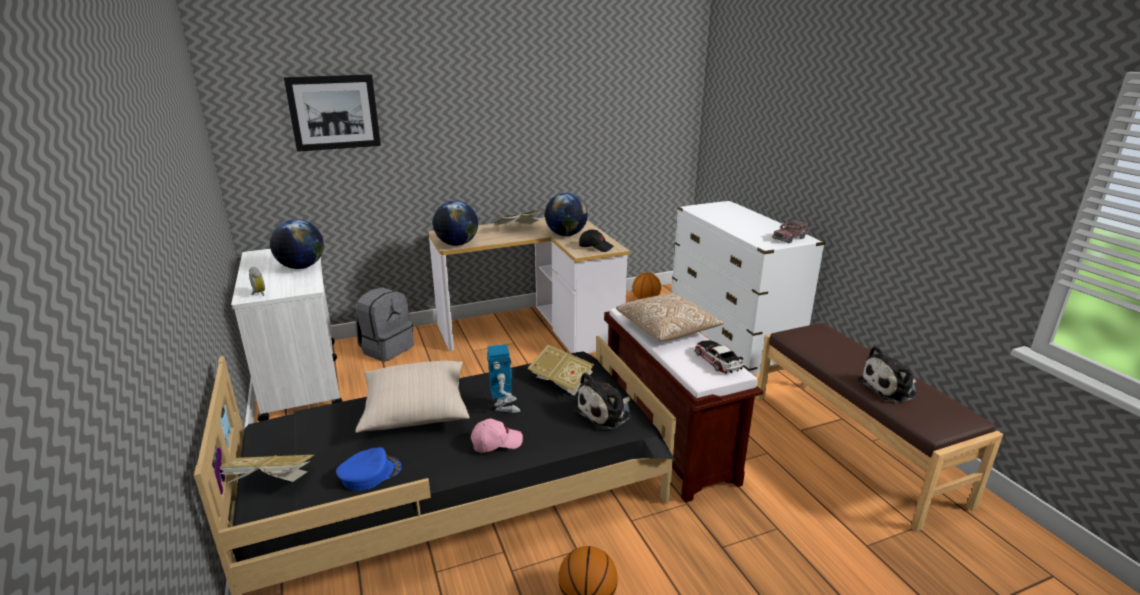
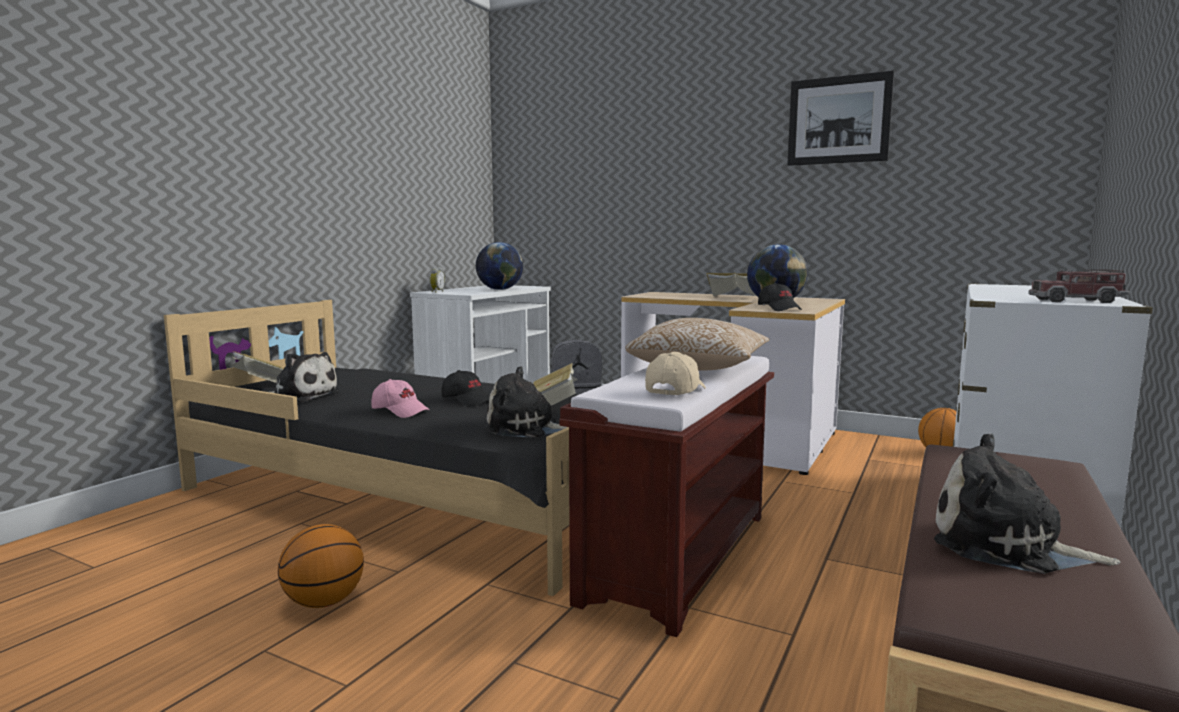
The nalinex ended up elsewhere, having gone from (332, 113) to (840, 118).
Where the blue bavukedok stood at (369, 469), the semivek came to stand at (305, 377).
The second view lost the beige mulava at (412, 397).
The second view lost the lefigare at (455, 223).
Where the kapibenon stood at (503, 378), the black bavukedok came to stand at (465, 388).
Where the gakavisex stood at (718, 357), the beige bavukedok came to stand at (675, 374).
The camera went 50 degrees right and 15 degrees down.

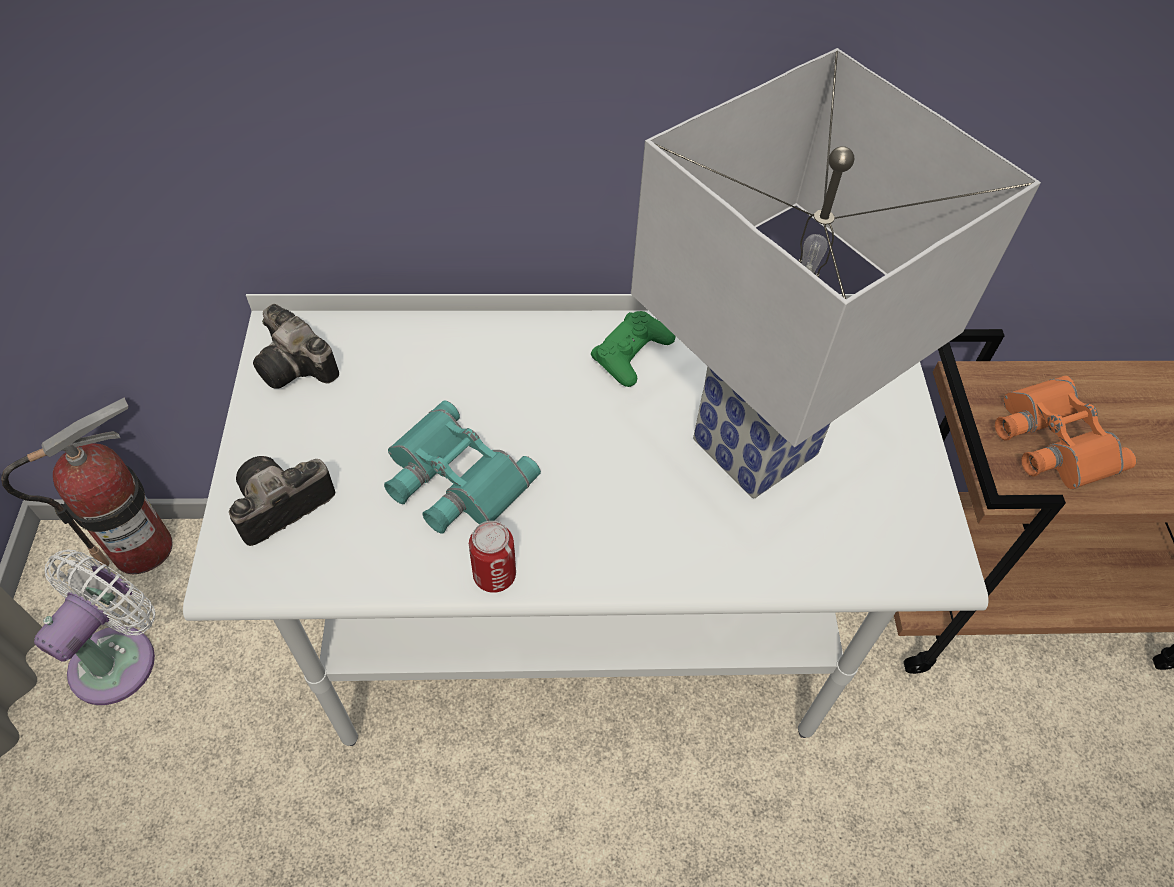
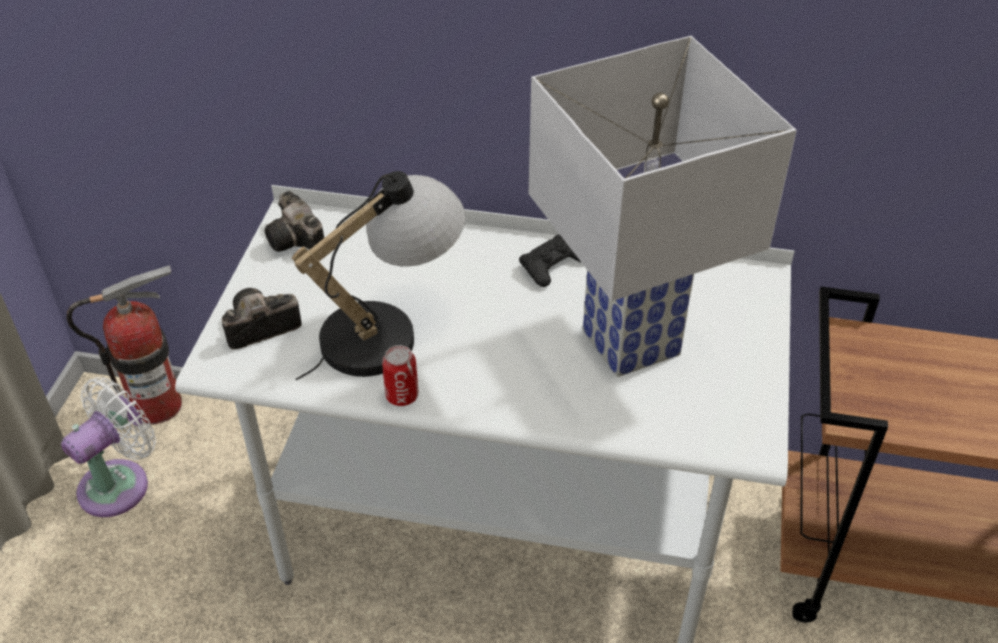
Where the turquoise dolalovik stood at (462, 467), the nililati came to stand at (378, 275).
What was the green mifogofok at (633, 349) turned into the black mifogofok at (550, 261).
The second view lost the orange dolalovik at (1065, 432).
The camera went 15 degrees right and 10 degrees down.

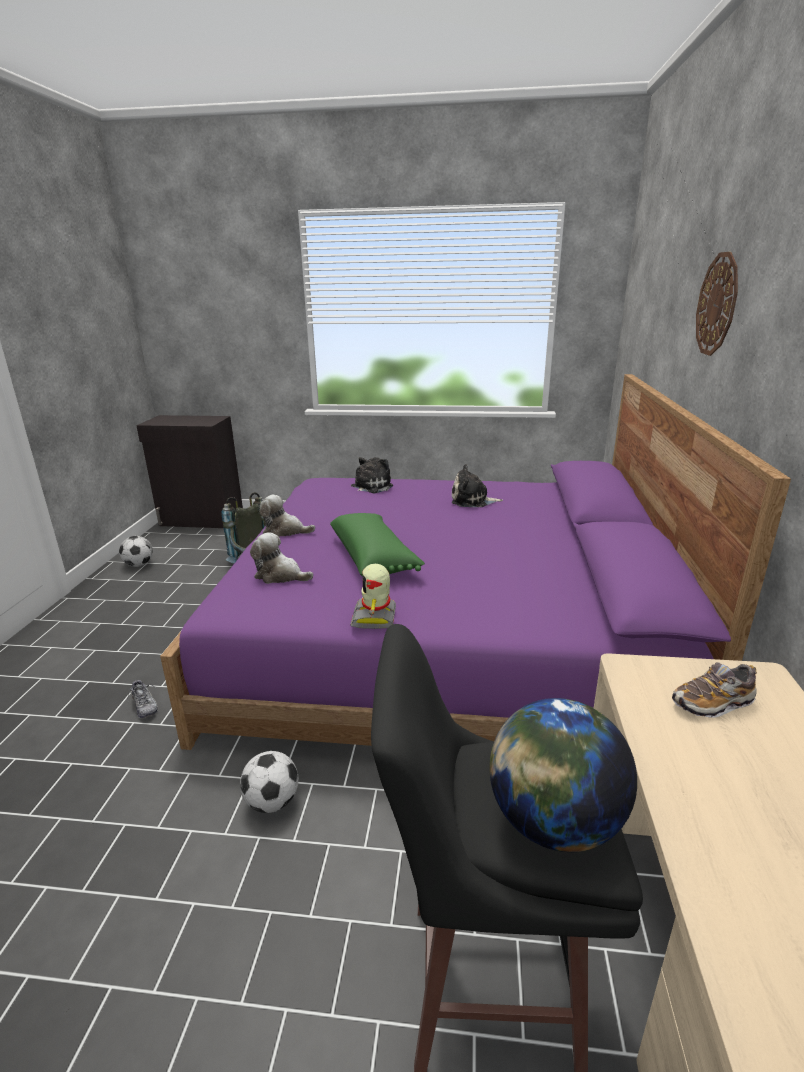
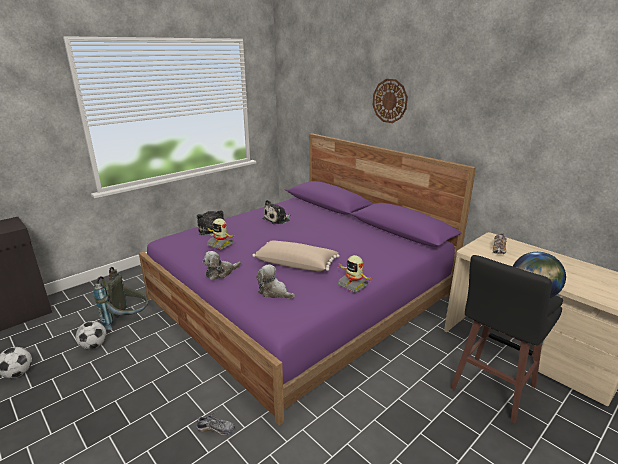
The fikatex ended up elsewhere, having gone from (269, 782) to (91, 335).
The semivek at (281, 558) ended up facing another way, 60 degrees clockwise from before.
What was the green mulava at (377, 544) turned into the beige mulava at (296, 256).
The second view gained the kapibenon at (221, 233).
The camera went 50 degrees left and 0 degrees up.

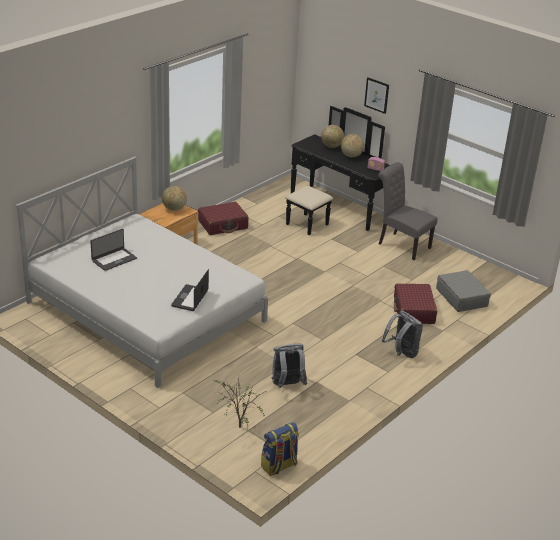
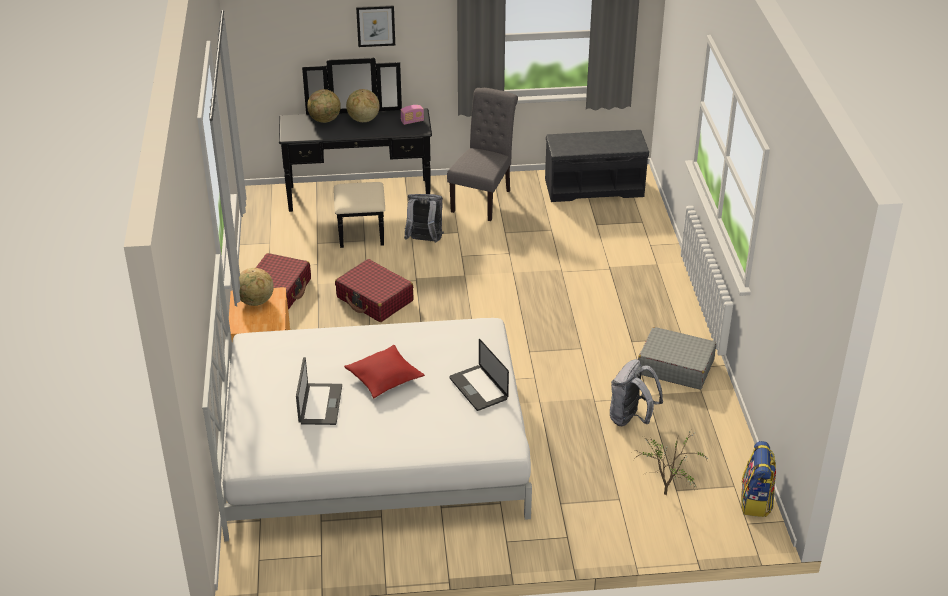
The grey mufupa at (408, 211) ended up facing another way, 120 degrees clockwise from before.
The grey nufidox ended up elsewhere, having gone from (402, 334) to (424, 218).
The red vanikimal ended up elsewhere, having gone from (415, 304) to (374, 290).
The grey vanikimal ended up elsewhere, having gone from (463, 291) to (677, 358).
The second view gained the red mulava at (384, 371).
The second view gained the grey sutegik at (597, 166).
The camera went 45 degrees left and 5 degrees up.

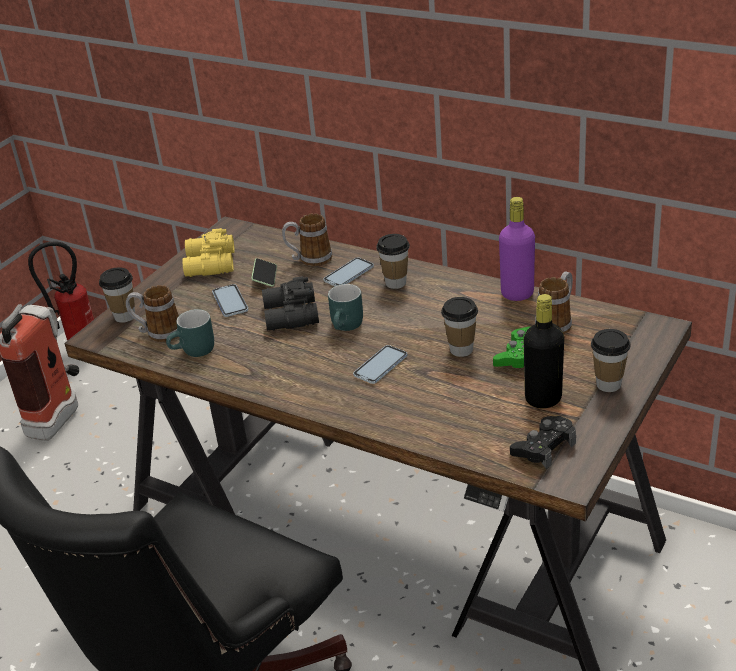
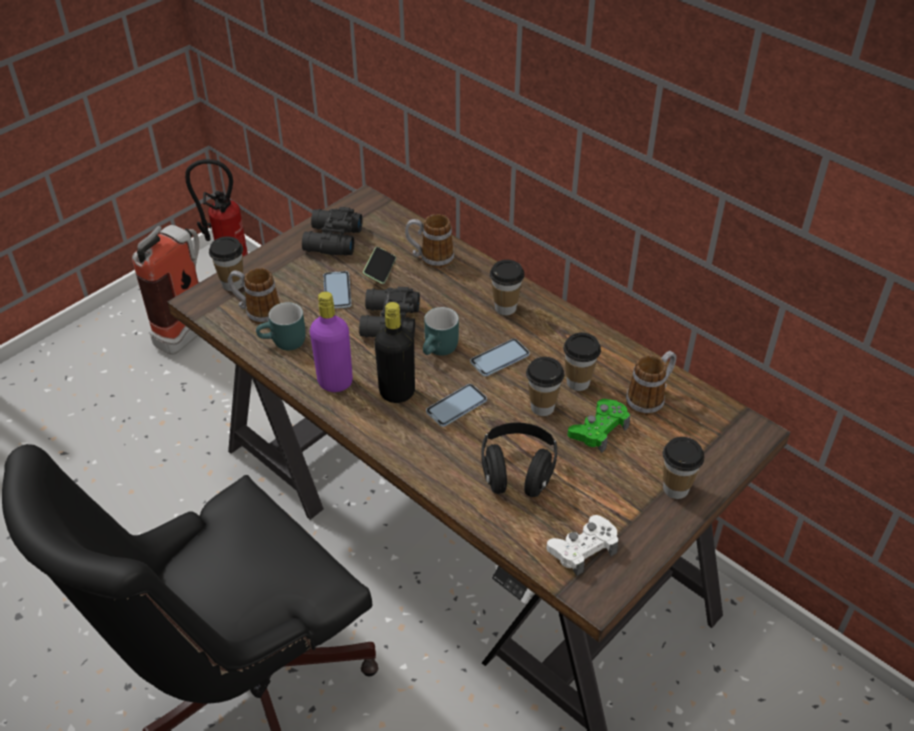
What was the yellow dolalovik at (209, 252) turned into the black dolalovik at (332, 231).
The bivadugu ended up elsewhere, having gone from (348, 271) to (500, 358).
The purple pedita ended up elsewhere, having gone from (517, 249) to (331, 342).
What was the black mifogofok at (543, 442) turned into the white mifogofok at (582, 545).
The black pedita ended up elsewhere, having gone from (544, 351) to (394, 352).
The second view gained the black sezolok at (519, 459).
The second view gained the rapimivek at (582, 362).
The camera went 10 degrees right and 10 degrees up.

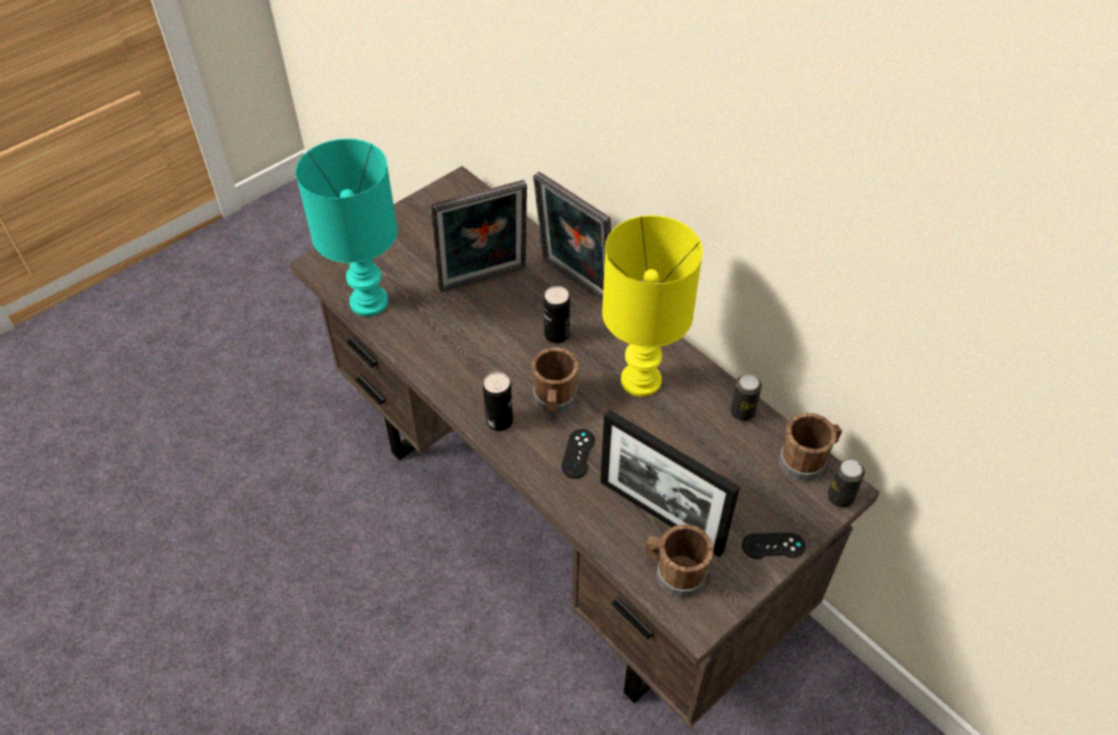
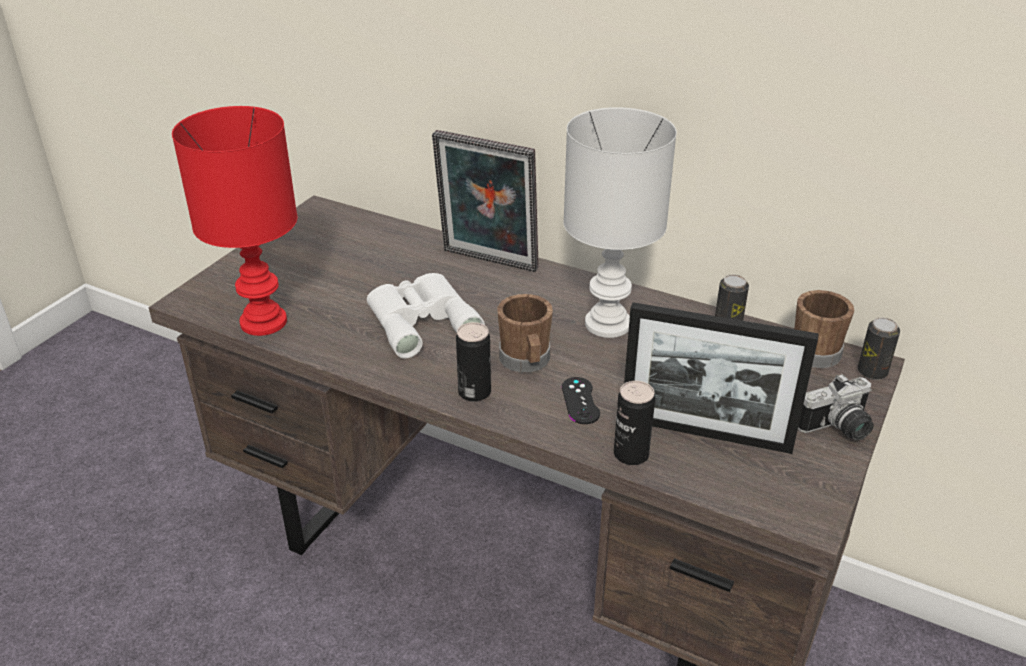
What was the turquoise nililati at (347, 227) turned into the red nililati at (235, 221).
The second view lost the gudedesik at (479, 236).
The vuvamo ended up elsewhere, having gone from (557, 314) to (634, 423).
What was the yellow nililati at (652, 306) turned into the white nililati at (620, 222).
The second view lost the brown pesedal at (680, 561).
Where the black mifogofok stood at (774, 545), the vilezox came to stand at (836, 407).
The second view gained the white dolalovik at (426, 315).
The camera went 20 degrees left and 15 degrees down.

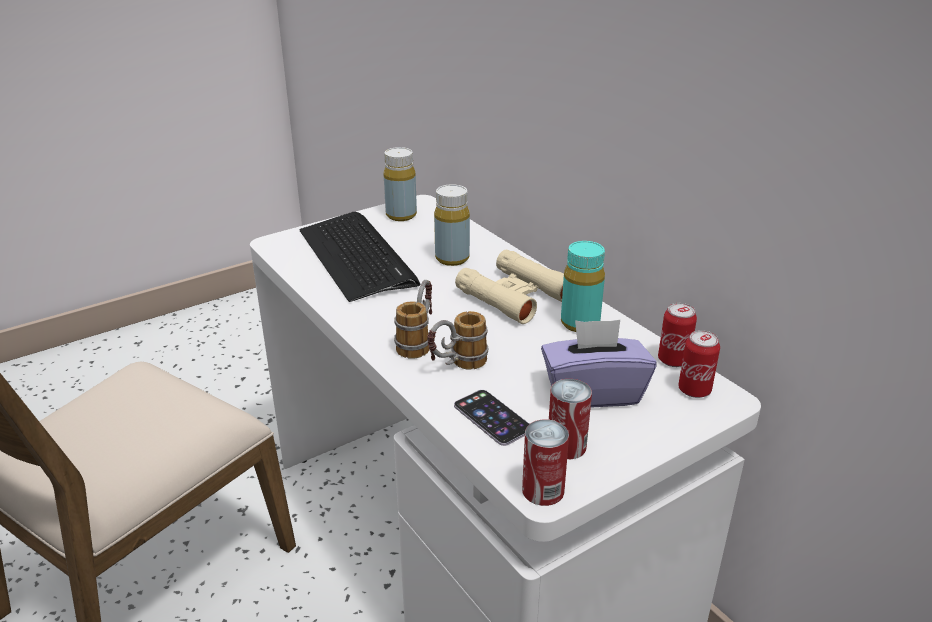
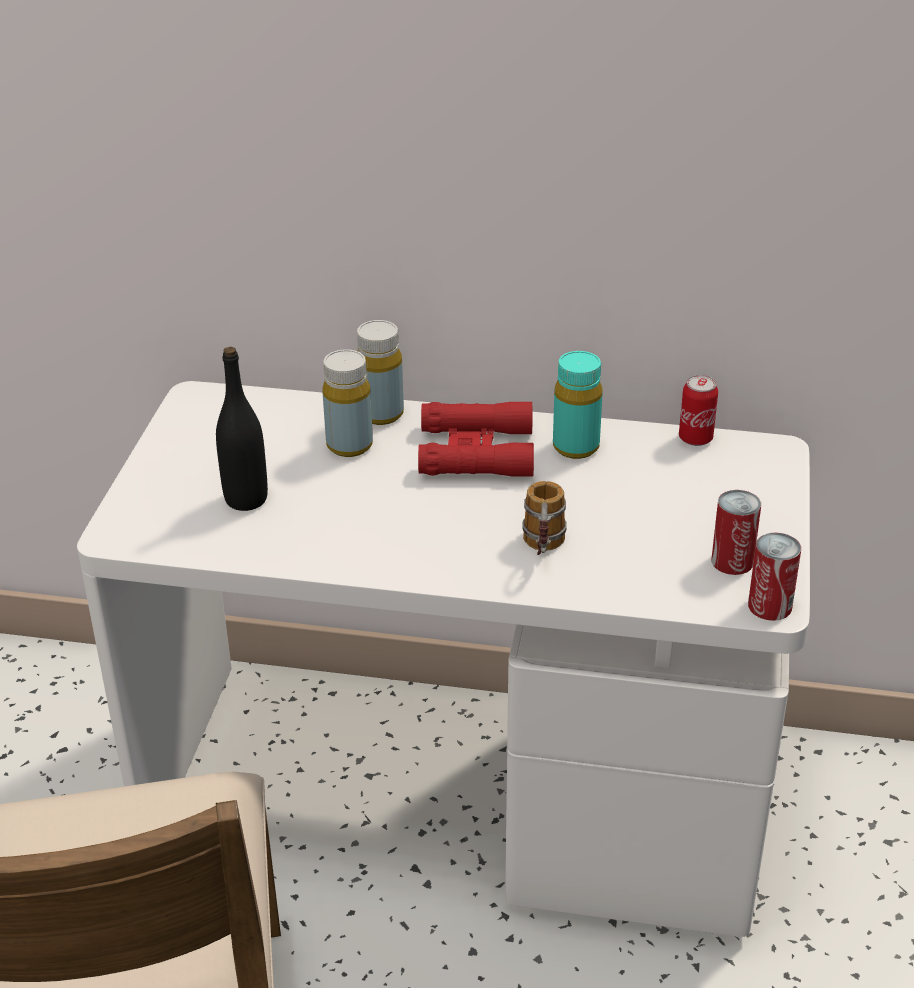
Where the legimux stood at (359, 257), the black pedita came to stand at (242, 429).
The yellow pedita ended up elsewhere, having gone from (400, 184) to (380, 372).
The second view lost the pesedal at (413, 319).
The second view lost the bivadugu at (491, 418).
What was the beige dolalovik at (509, 286) turned into the red dolalovik at (476, 439).
The second view lost the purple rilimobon at (598, 364).
The second view lost the vuvamo at (699, 364).
The camera went 45 degrees left and 5 degrees up.

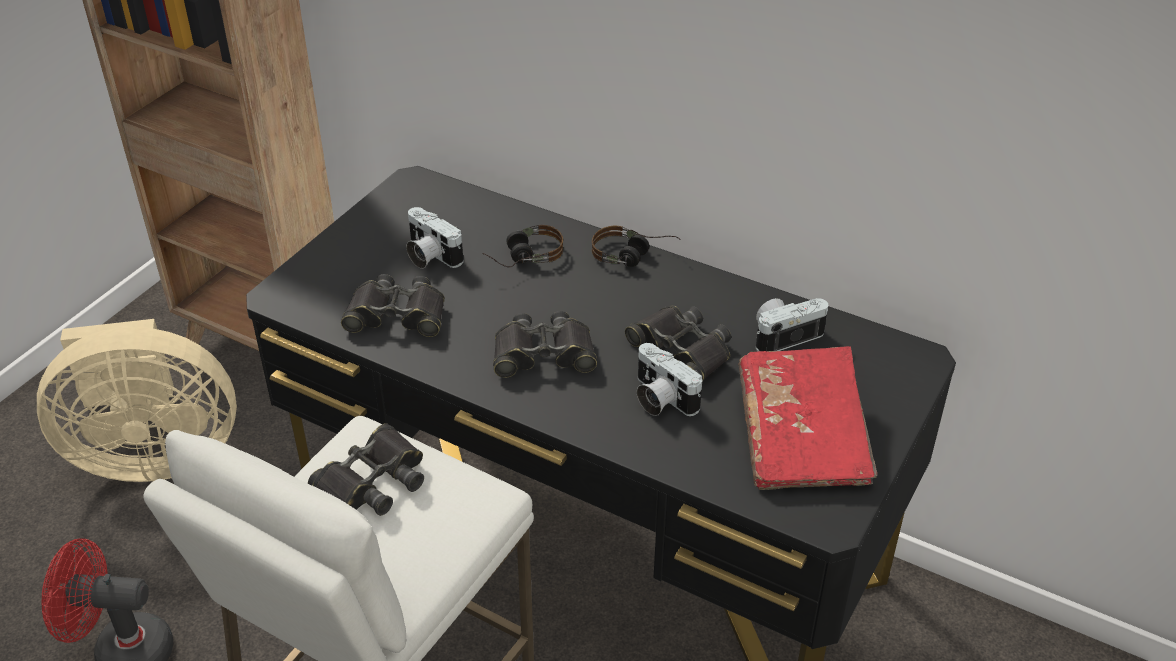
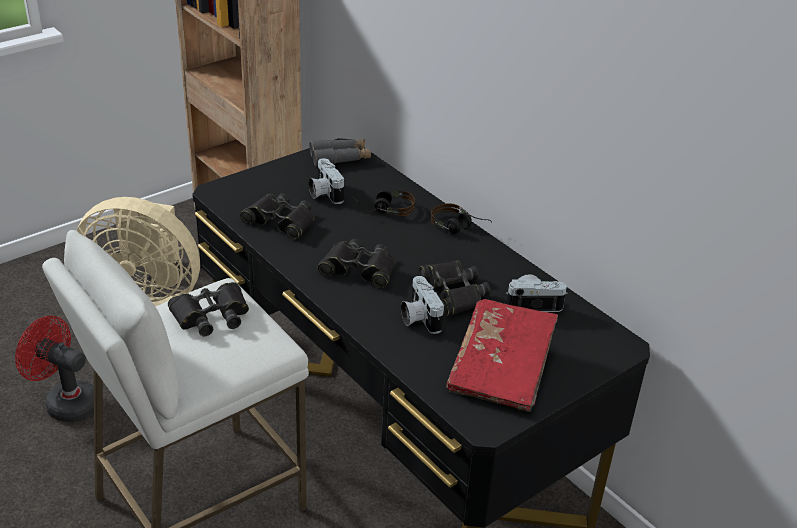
The second view gained the grey dolalovik at (340, 152).
The camera went 20 degrees right and 5 degrees down.

